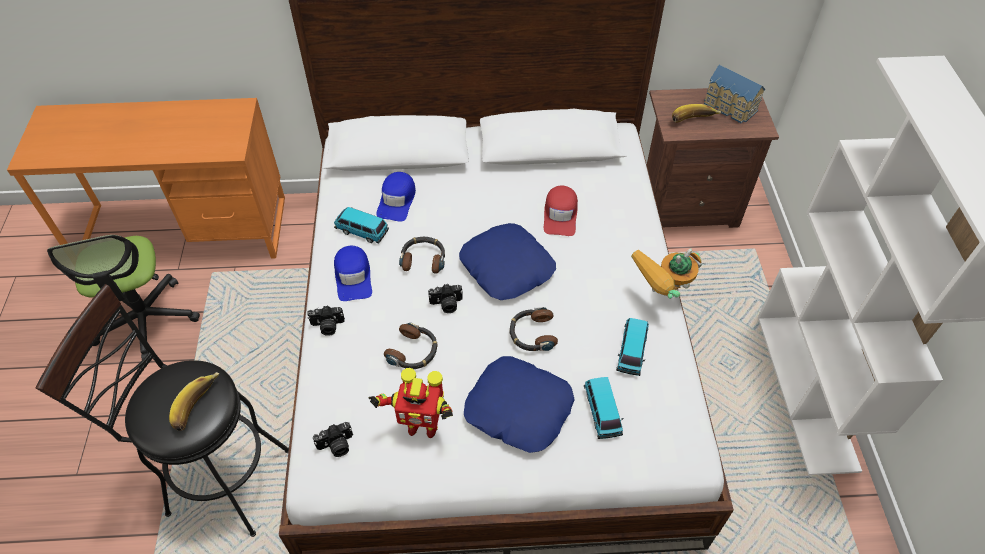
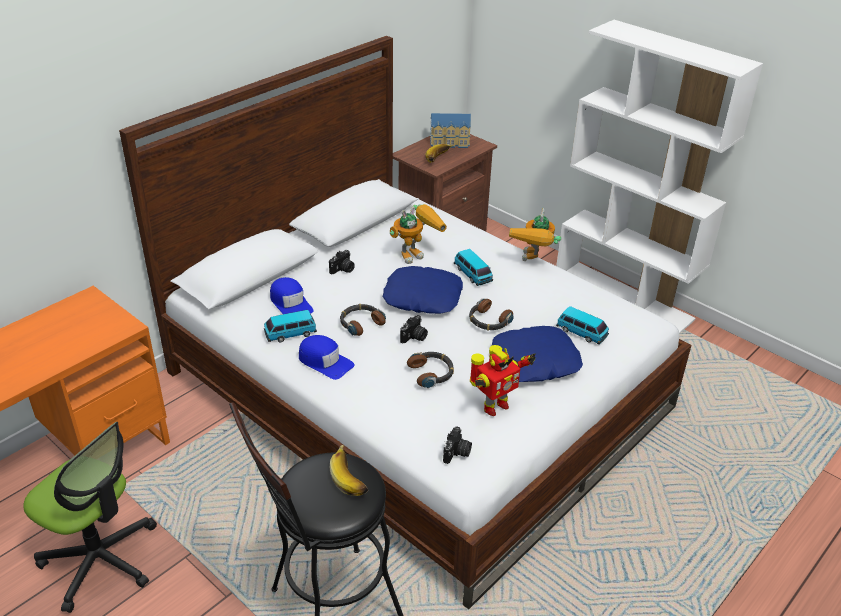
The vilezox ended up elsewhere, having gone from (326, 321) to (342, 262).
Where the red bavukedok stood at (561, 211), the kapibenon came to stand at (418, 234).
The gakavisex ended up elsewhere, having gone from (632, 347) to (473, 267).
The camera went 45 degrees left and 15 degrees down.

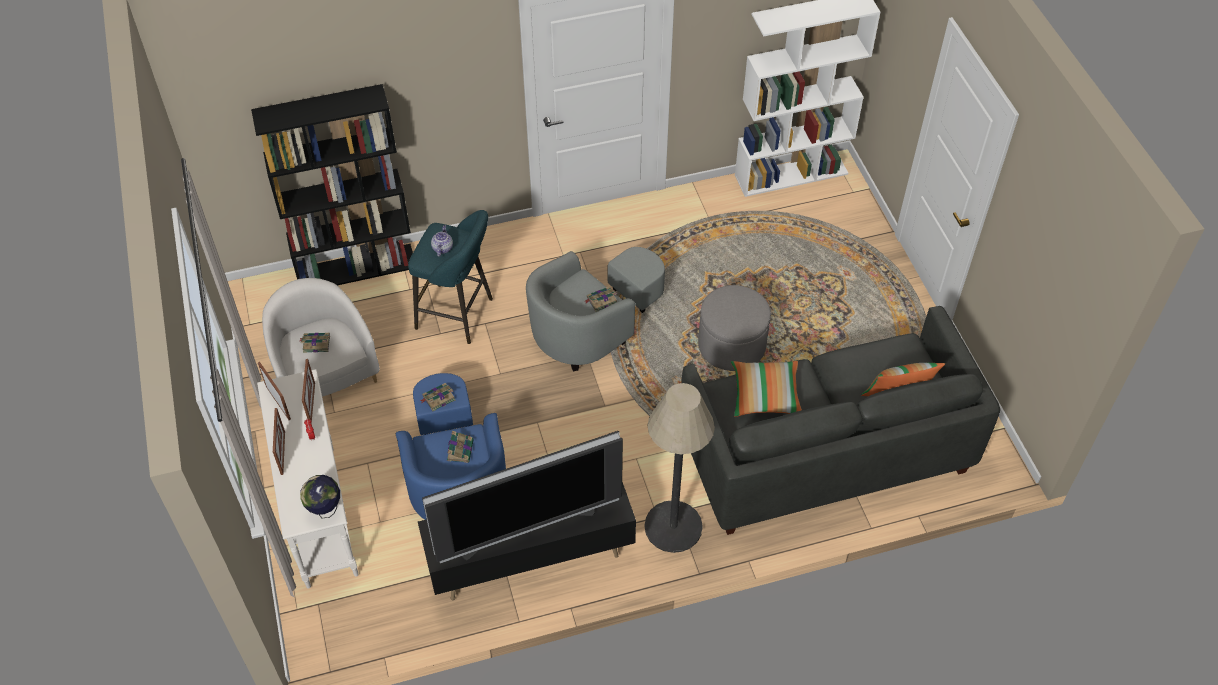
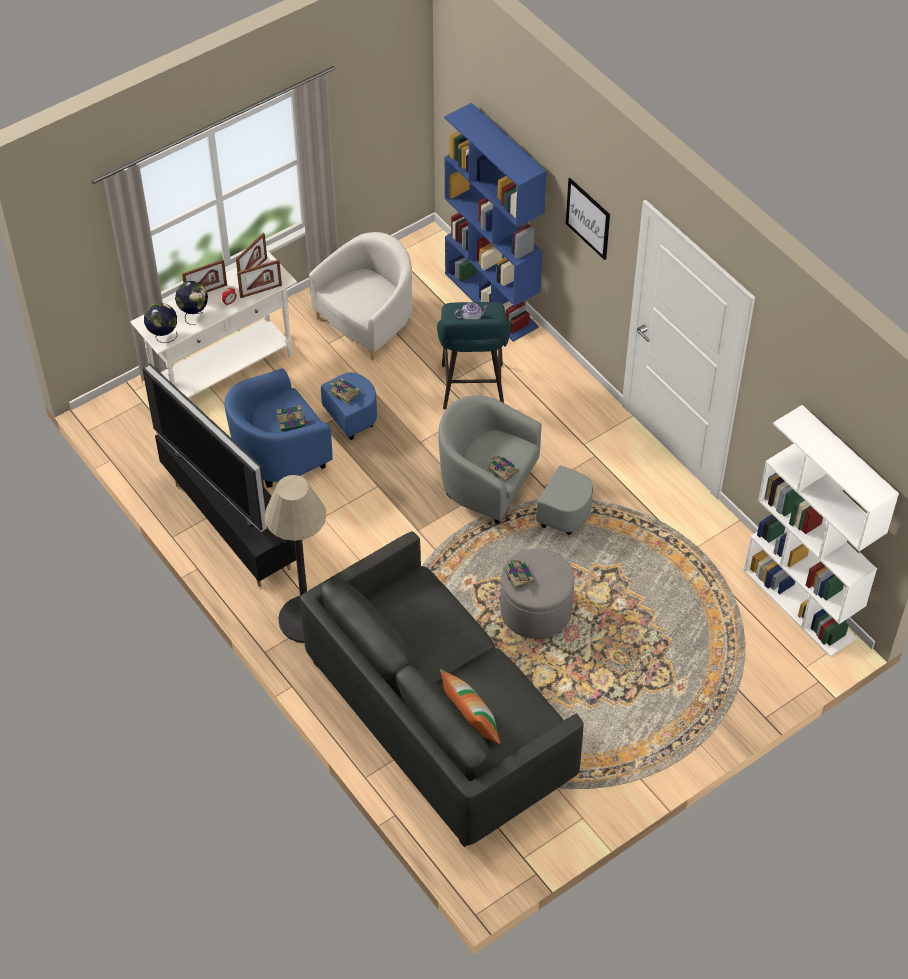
What was the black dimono at (332, 184) turned into the blue dimono at (495, 222).
The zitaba ended up elsewhere, having gone from (314, 343) to (519, 575).
The second view lost the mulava at (766, 389).
The second view gained the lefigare at (191, 303).
The second view gained the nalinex at (588, 219).
The camera went 70 degrees right and 0 degrees up.

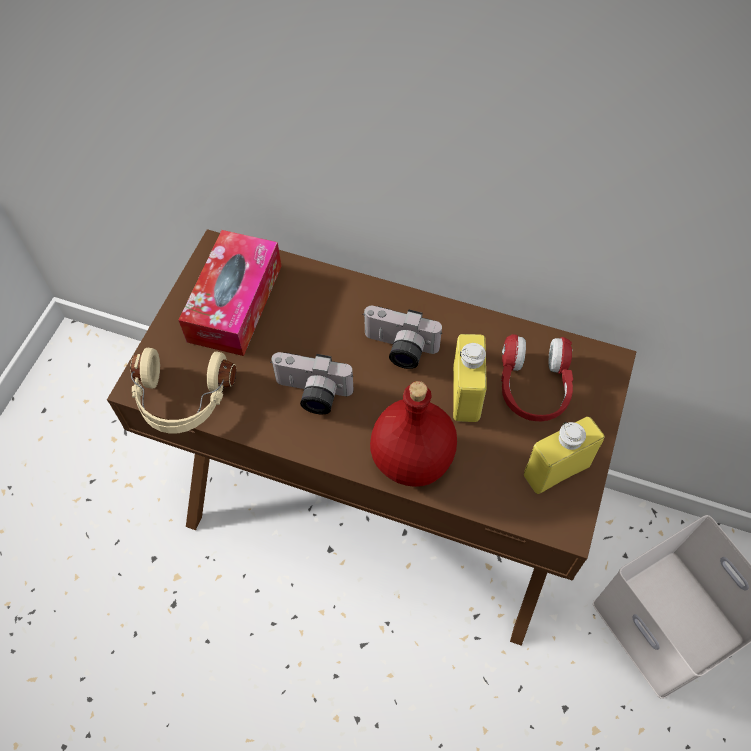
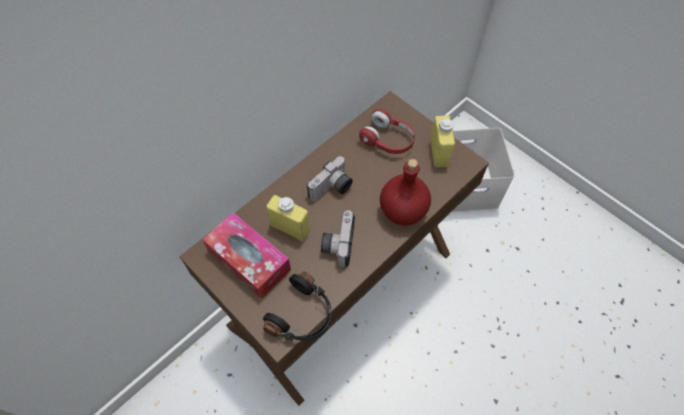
What was the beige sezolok at (183, 391) turned into the black sezolok at (297, 306).
The vilezox at (312, 383) ended up facing another way, 150 degrees clockwise from before.
The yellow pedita ended up elsewhere, having gone from (470, 378) to (288, 218).
The camera went 65 degrees left and 0 degrees up.

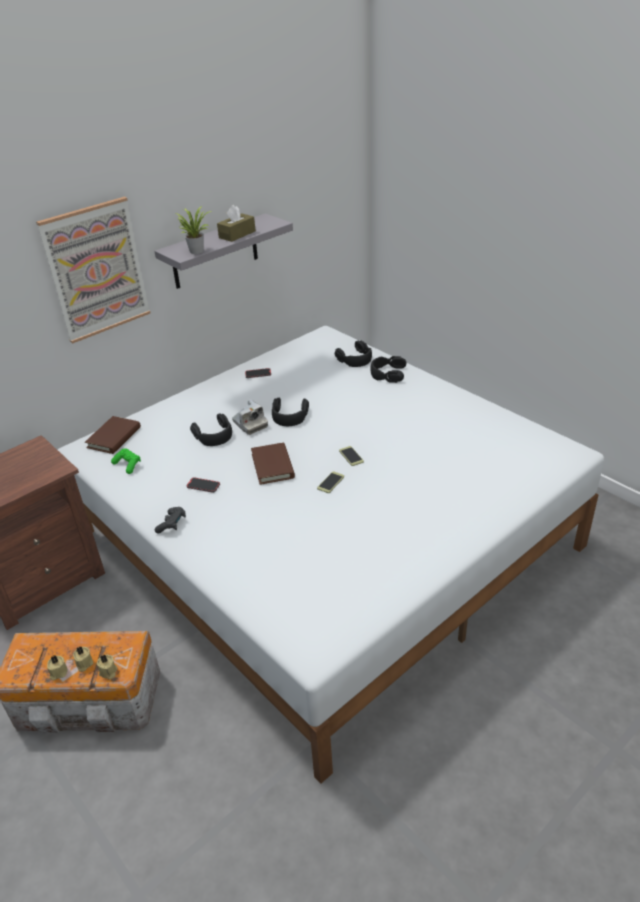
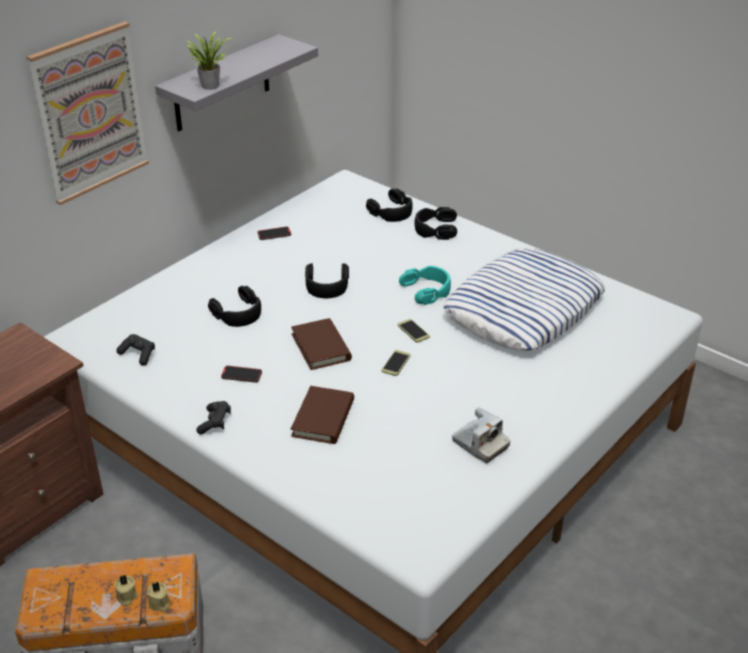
The second view lost the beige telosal at (57, 668).
The brown zitaba ended up elsewhere, having gone from (113, 435) to (322, 415).
What was the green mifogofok at (126, 461) turned into the black mifogofok at (135, 350).
The second view lost the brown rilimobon at (236, 223).
The vilezox ended up elsewhere, having gone from (250, 417) to (481, 435).
The second view gained the turquoise sezolok at (425, 285).
The second view gained the mulava at (524, 299).
The camera went 10 degrees left and 0 degrees up.

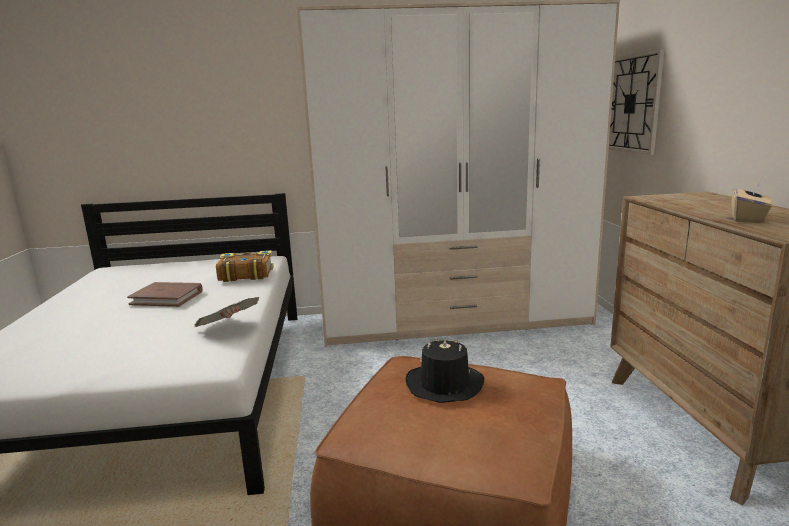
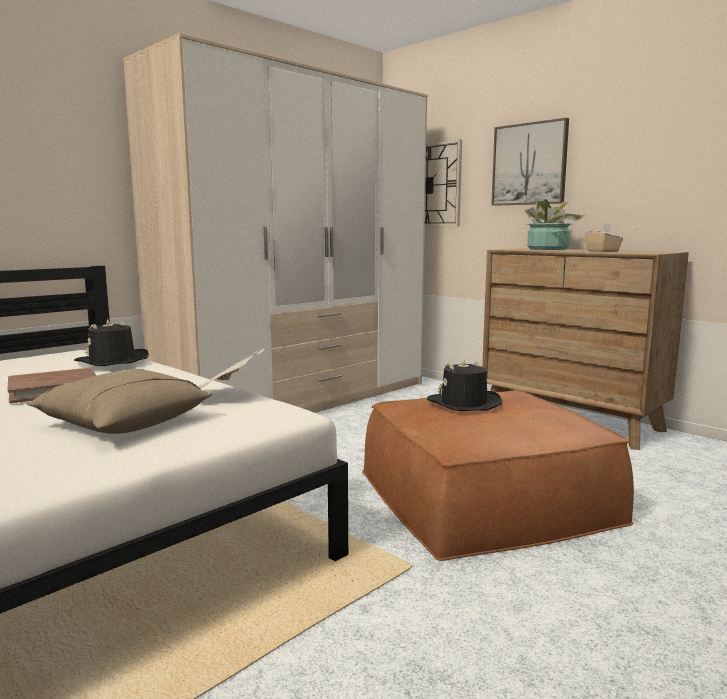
Where the zitaba stood at (245, 266), the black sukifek came to stand at (111, 342).
The second view gained the beige mulava at (120, 401).
The second view gained the nalinex at (530, 162).
The second view gained the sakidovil at (555, 224).
The camera went 40 degrees left and 5 degrees down.

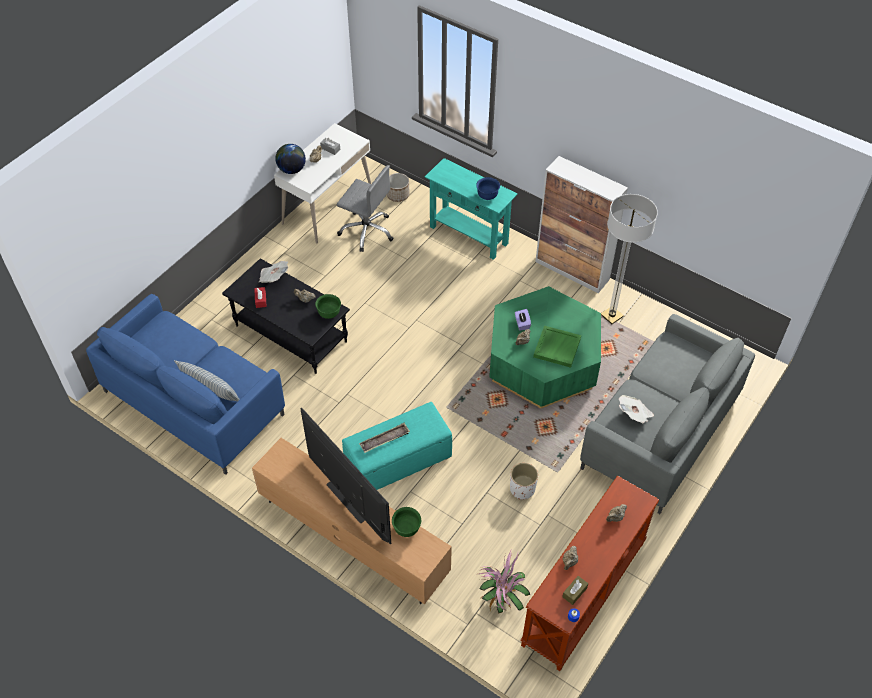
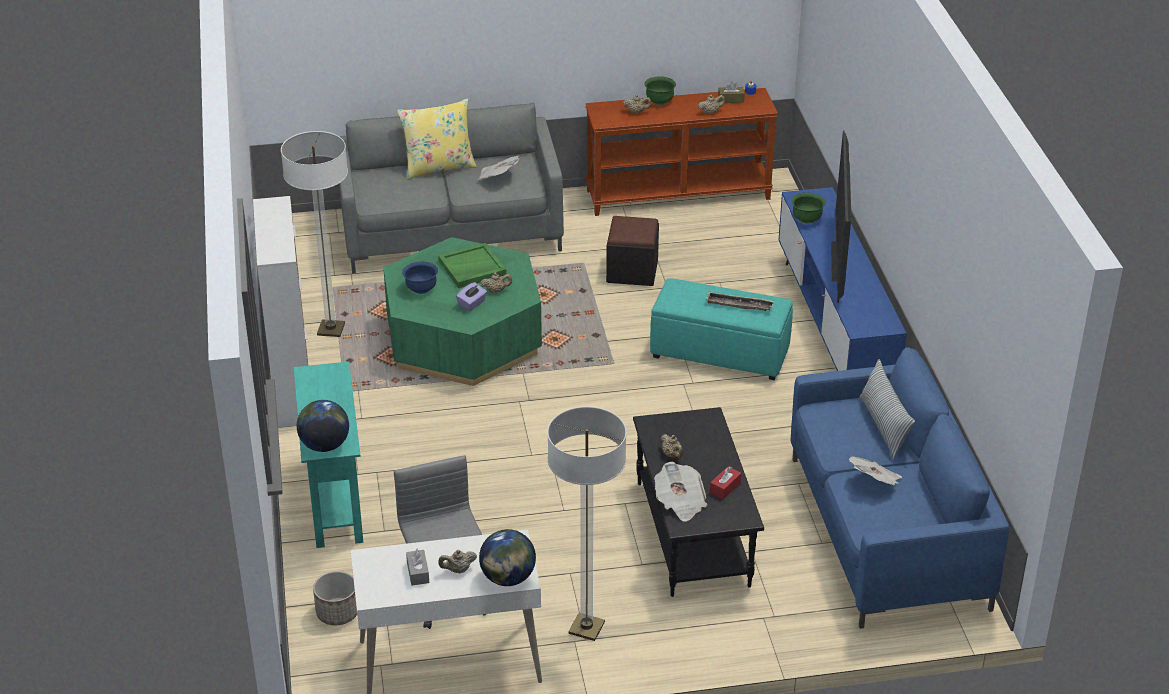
What was the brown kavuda at (352, 521) turned into the blue kavuda at (843, 279).
The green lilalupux ended up elsewhere, having gone from (328, 306) to (660, 90).
The blue lilalupux ended up elsewhere, having gone from (488, 188) to (420, 277).
The second view lost the sakidovil at (503, 581).
Where the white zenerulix stood at (524, 481), the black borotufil came to stand at (632, 251).
The second view gained the lefigare at (323, 426).
The second view gained the yellow mulava at (437, 138).
The second view gained the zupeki at (586, 524).
The second view gained the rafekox at (875, 470).
The camera went 135 degrees left and 15 degrees down.

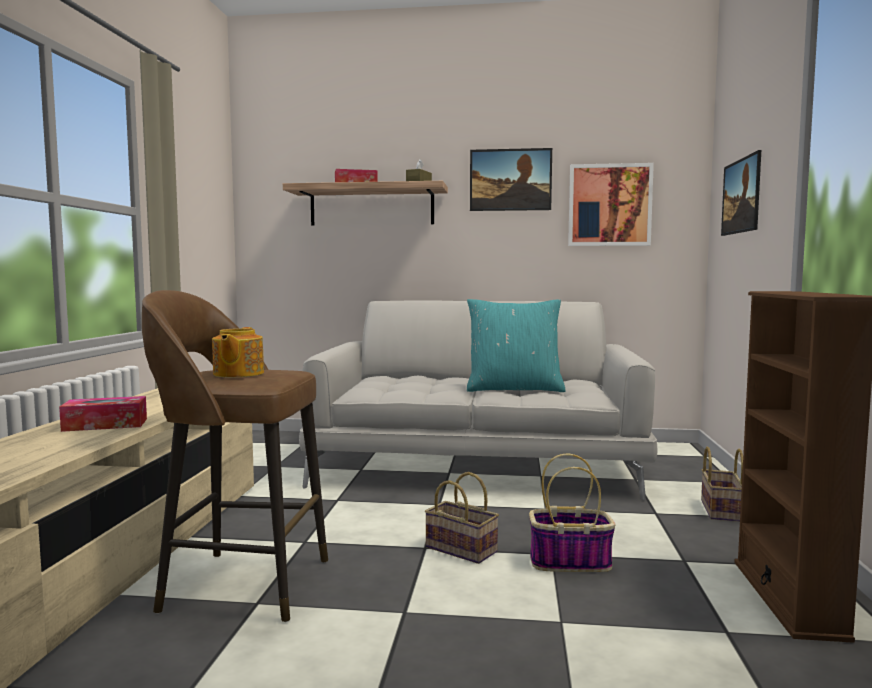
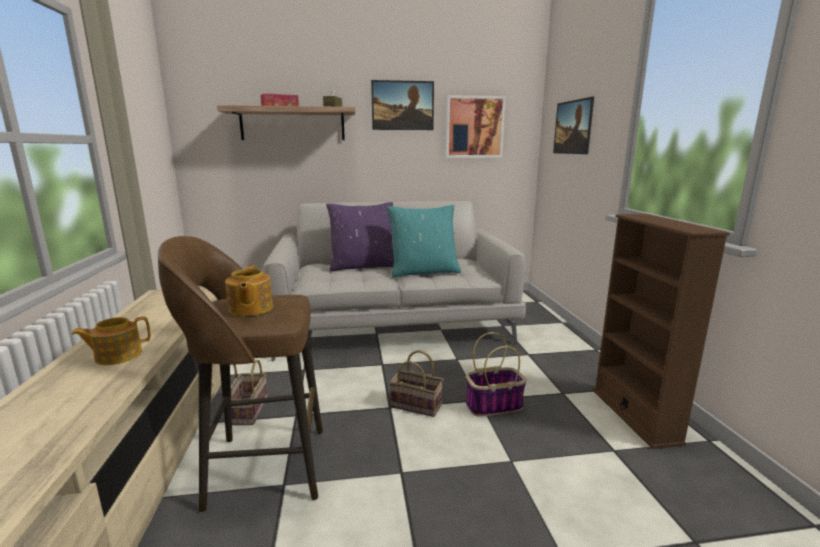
Where the rilimobon stood at (103, 414), the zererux came to stand at (111, 341).
The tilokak ended up elsewhere, having gone from (722, 484) to (245, 392).
The second view gained the purple mulava at (360, 236).
The camera went 15 degrees left and 10 degrees up.

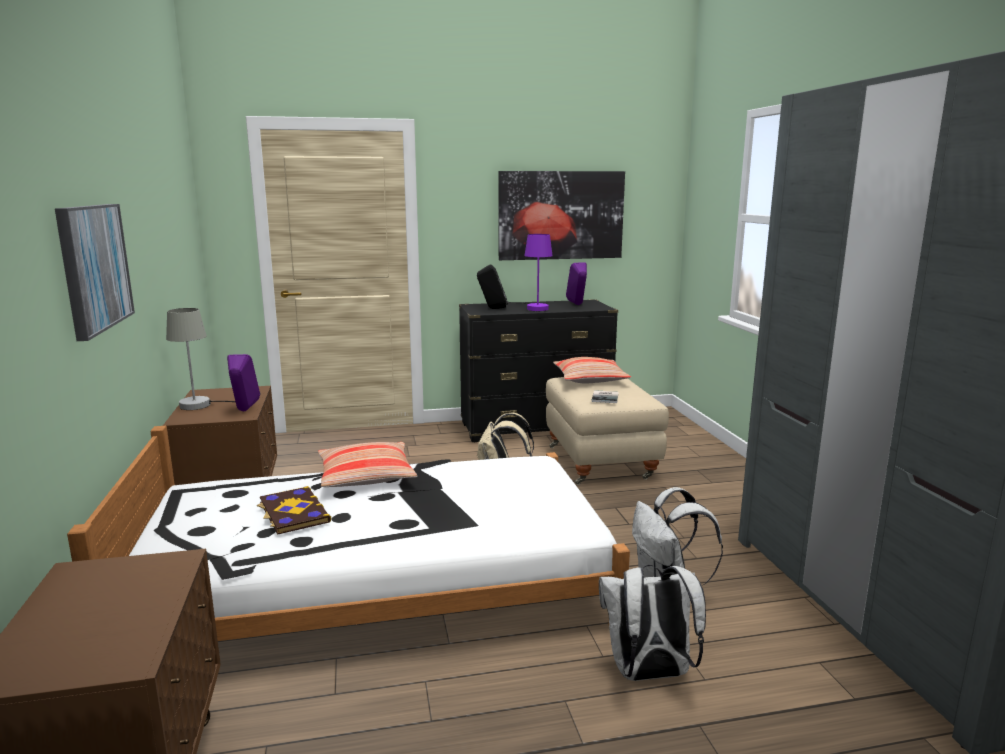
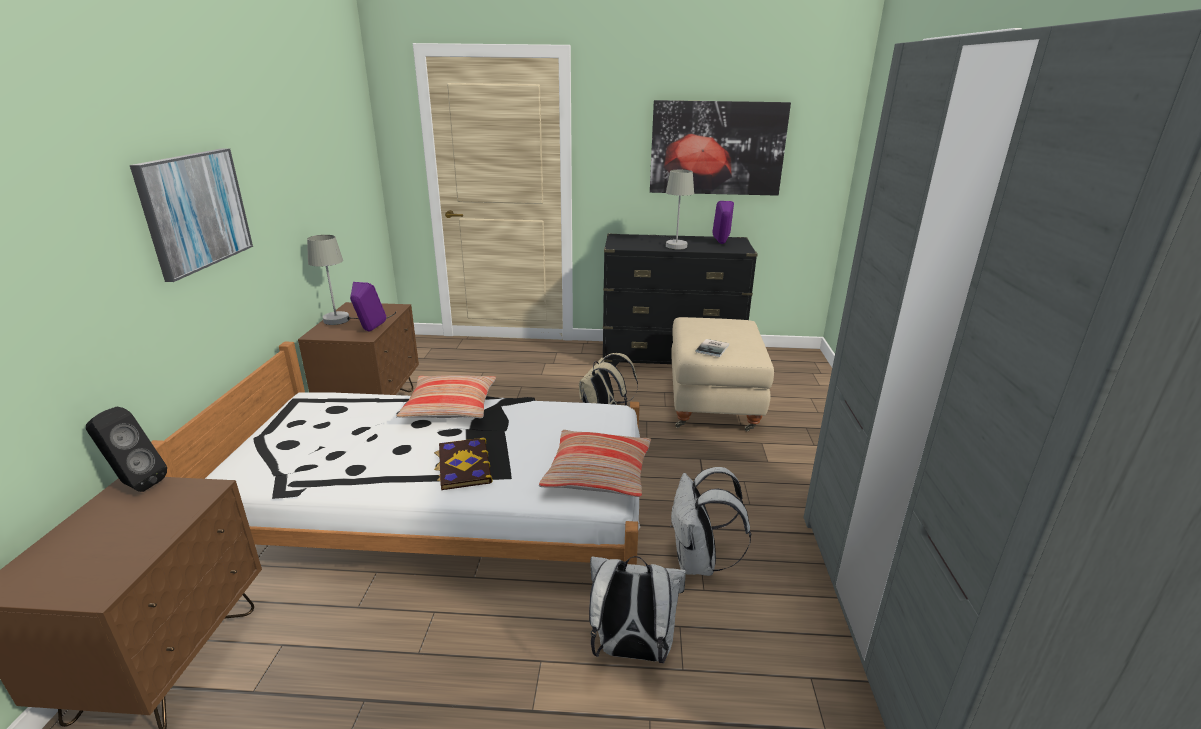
The zitaba ended up elsewhere, having gone from (294, 510) to (463, 463).
The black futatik ended up elsewhere, having gone from (492, 286) to (126, 449).
What was the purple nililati at (530, 272) turned into the grey nililati at (671, 210).
The mulava ended up elsewhere, having gone from (592, 370) to (595, 463).
The camera went 15 degrees right and 10 degrees up.

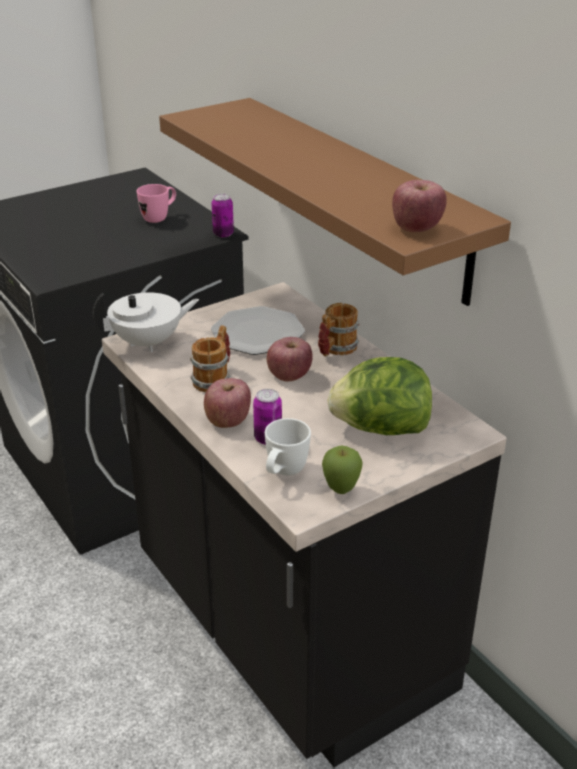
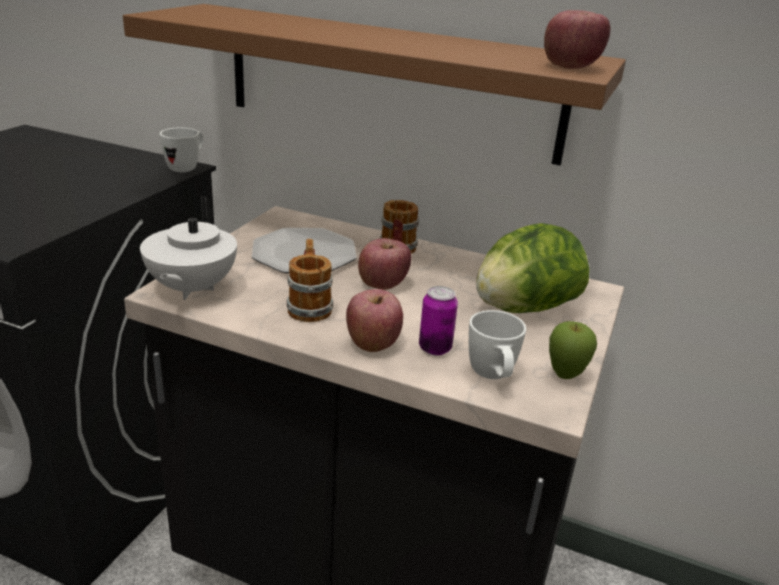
The white zererux at (145, 322) ended up facing another way, 150 degrees clockwise from before.
The second view lost the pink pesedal at (156, 203).
Where the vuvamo stood at (223, 215), the white pesedal came to stand at (181, 150).
The camera went 35 degrees left and 5 degrees down.

